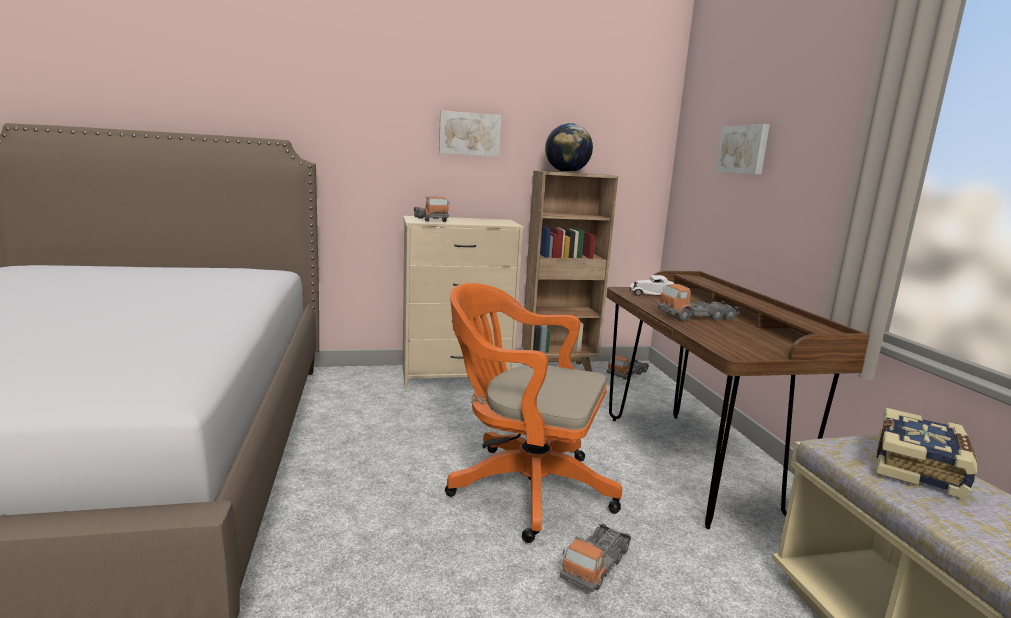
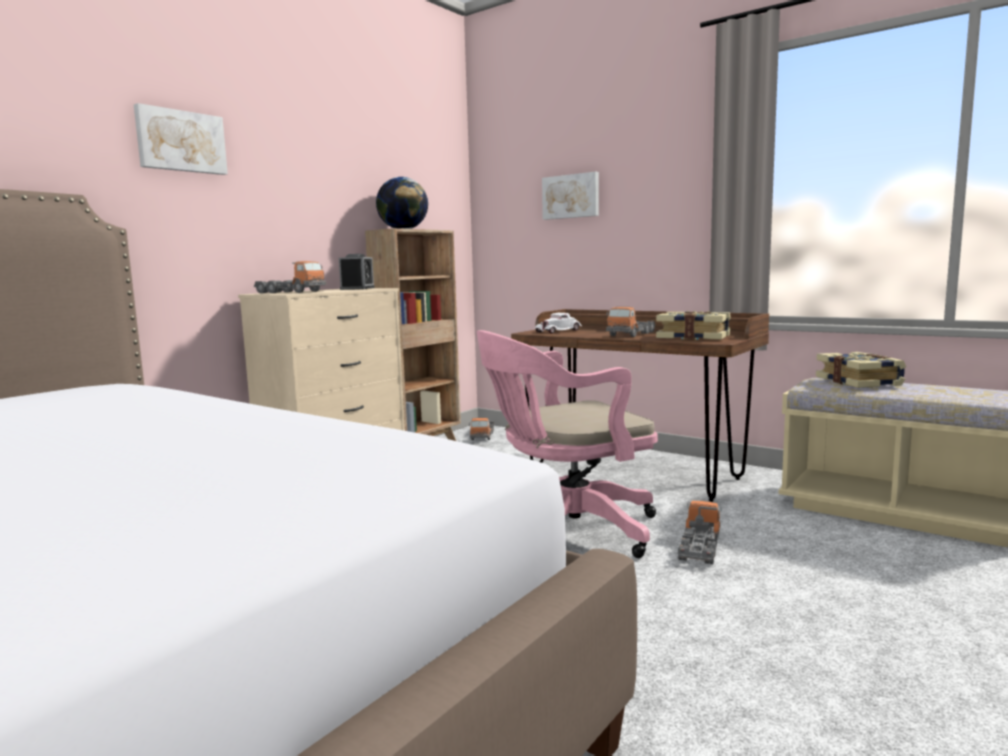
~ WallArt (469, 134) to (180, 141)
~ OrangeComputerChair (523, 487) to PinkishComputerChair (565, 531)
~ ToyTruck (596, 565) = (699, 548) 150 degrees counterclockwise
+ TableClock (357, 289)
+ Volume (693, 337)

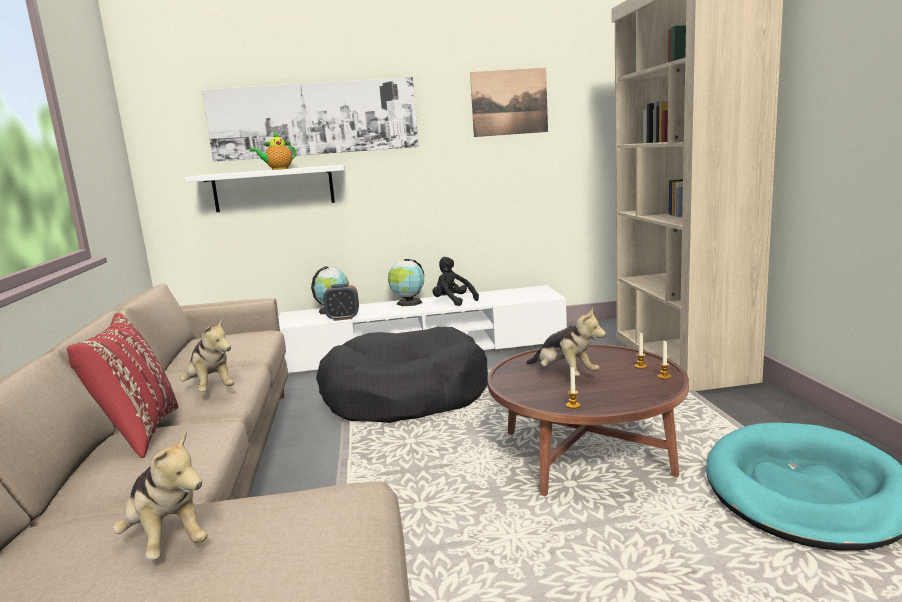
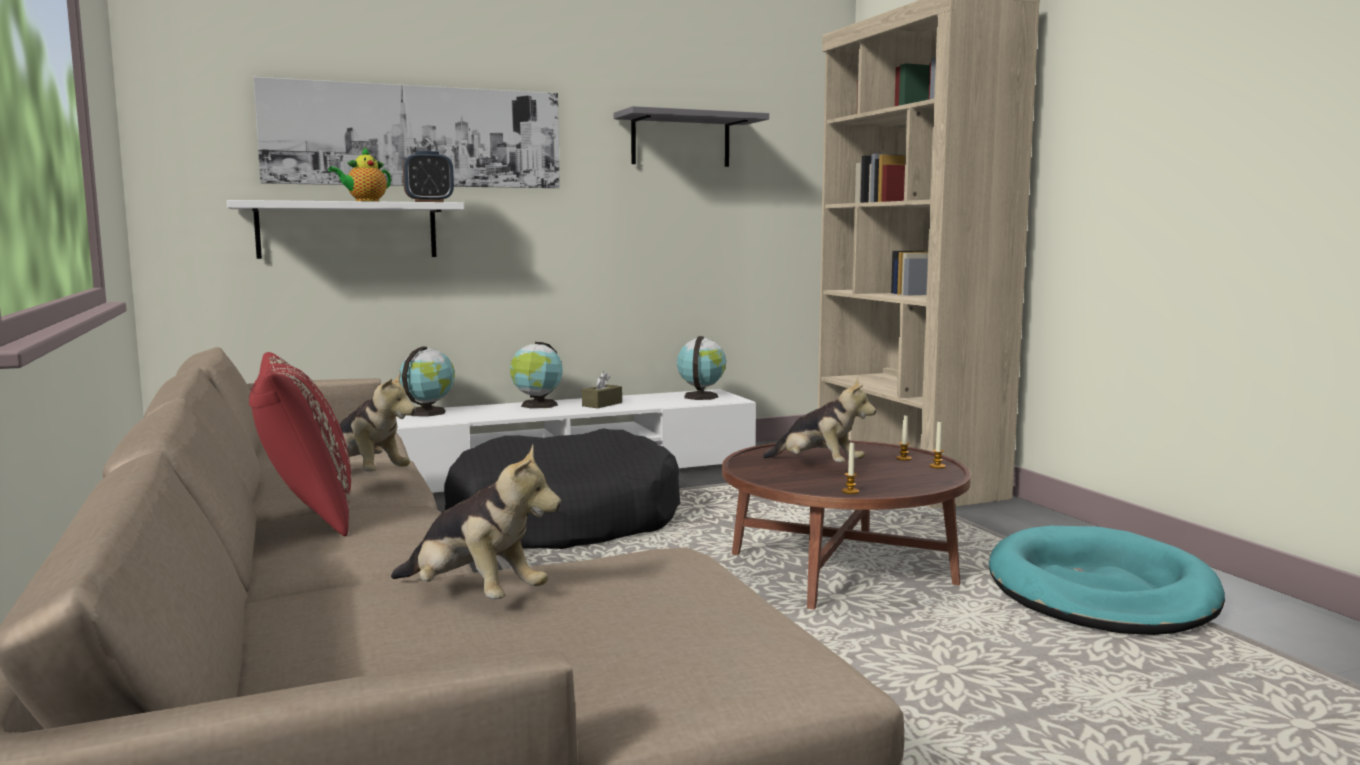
~ TableClock (343, 318) to (429, 202)
~ BlackColouredCuddlyToy (453, 302) to BrownColouredBoxOfTissues (602, 404)
~ WallArt (509, 102) to GreyShelf (680, 140)
+ WorldGlobe (701, 396)

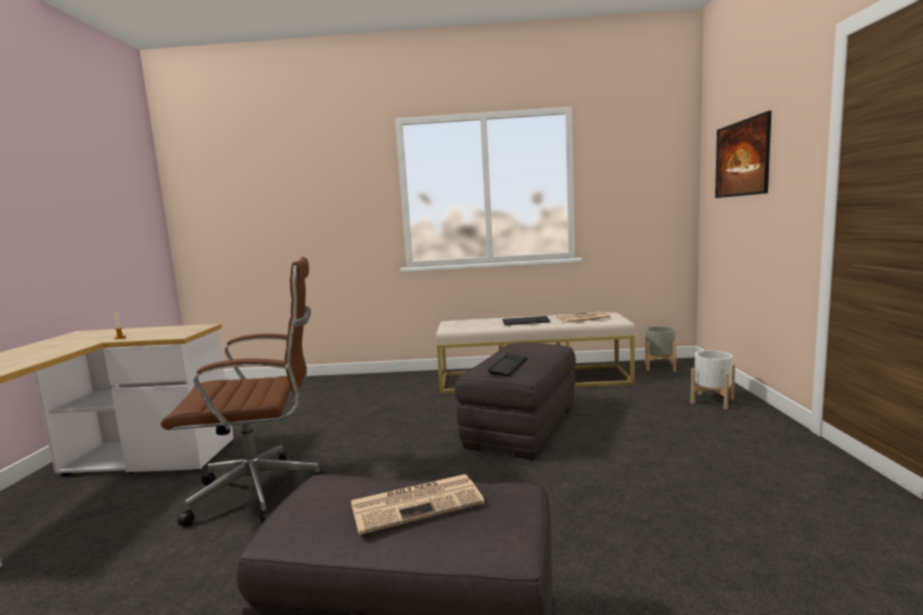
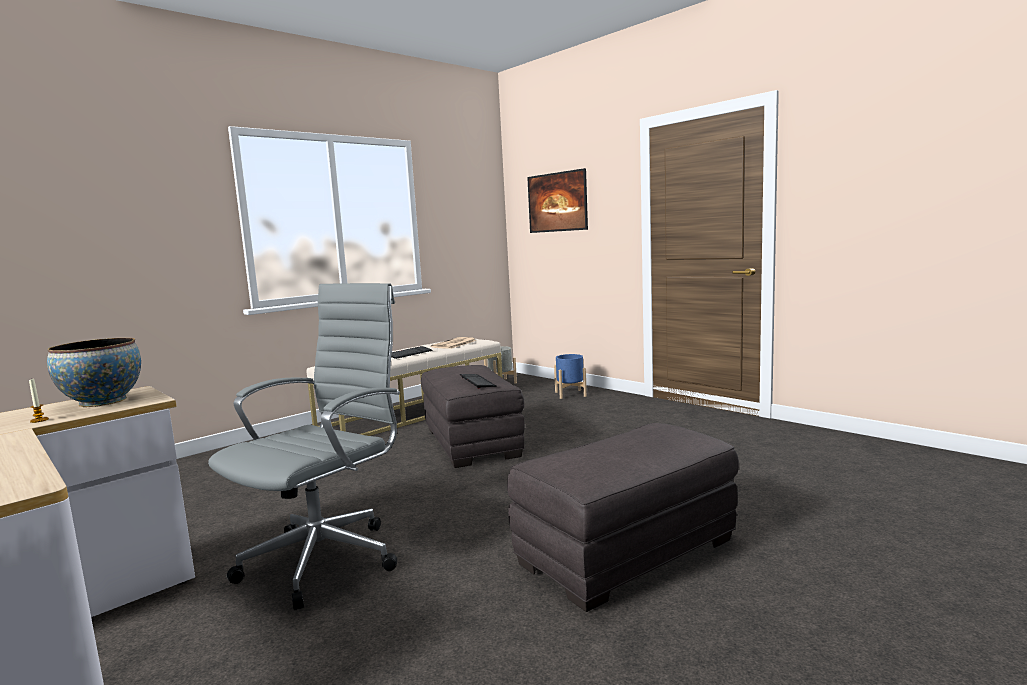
~ BrownColouredComputerChair (264, 492) to GreyComputerChair (327, 558)
- PrintedPaper (418, 503)
~ WhitePlantPot (712, 401) to BluePlantPot (570, 394)
+ Bowl (103, 401)

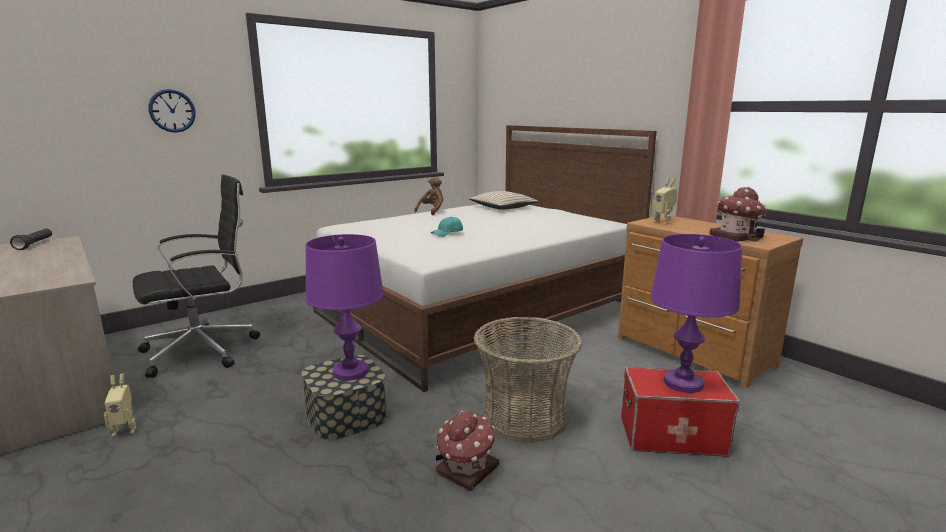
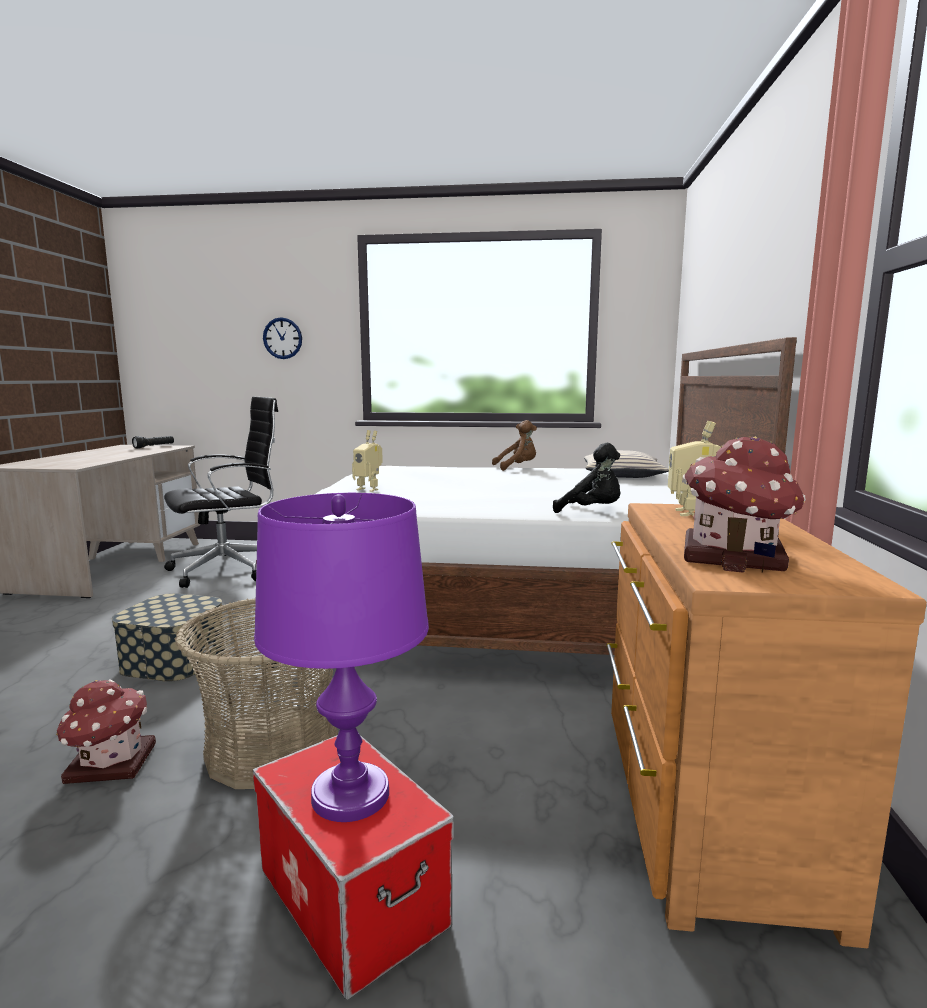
~ ToyRobot (125, 429) to (369, 489)
~ BlackColouredComputerChair (204, 350) = (229, 569) 45 degrees counterclockwise
- PurpleLampForATable (350, 372)
- TurquoiseBaseballCap (448, 233)
+ BlackColouredCuddlyToy (592, 512)

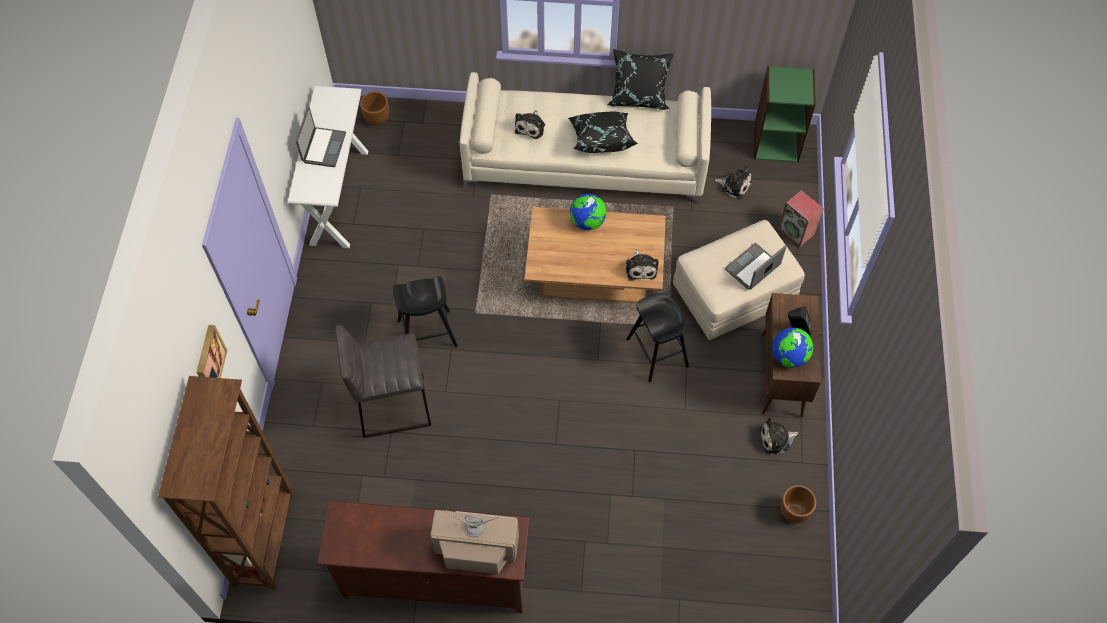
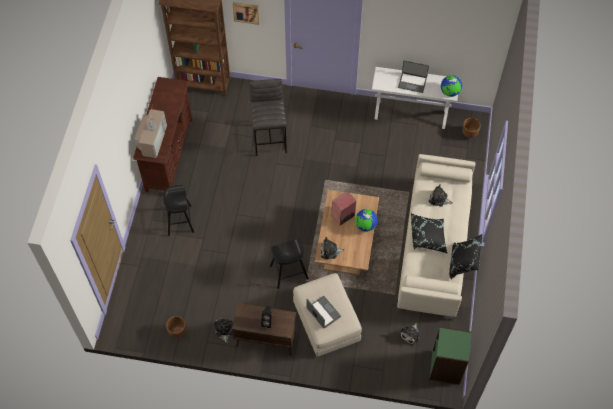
~ BlackColouredSittingStool (427, 333) to (179, 220)
~ WorldGlobe (789, 356) to (450, 92)
~ AudioSpeaker (797, 232) to (343, 216)

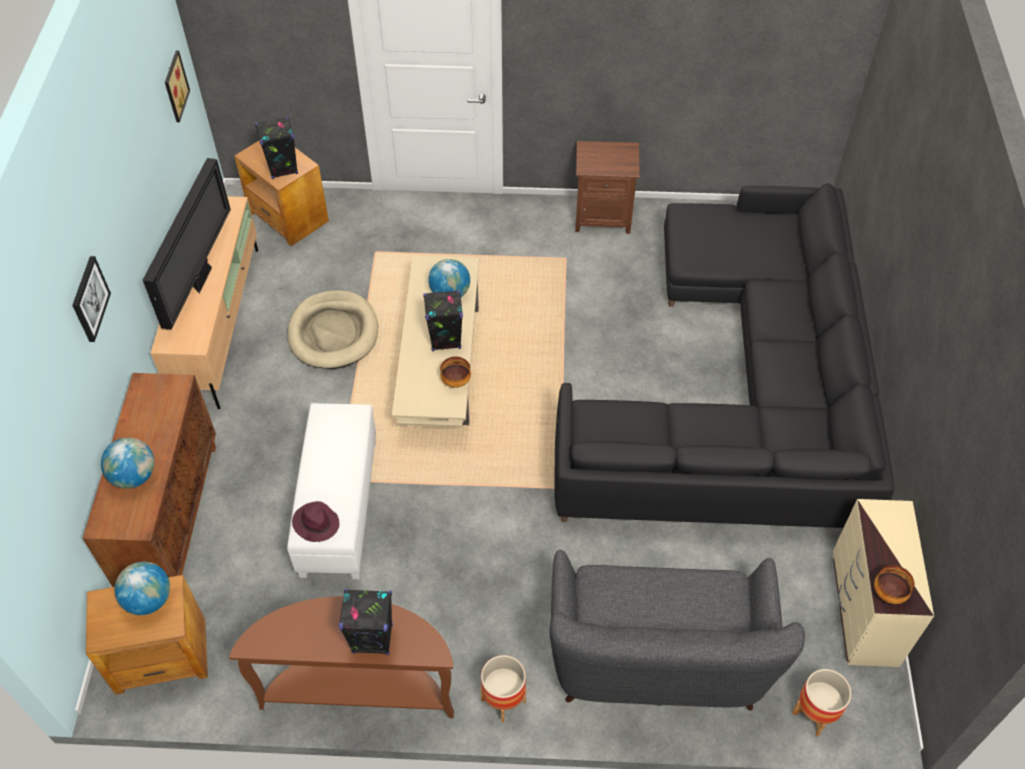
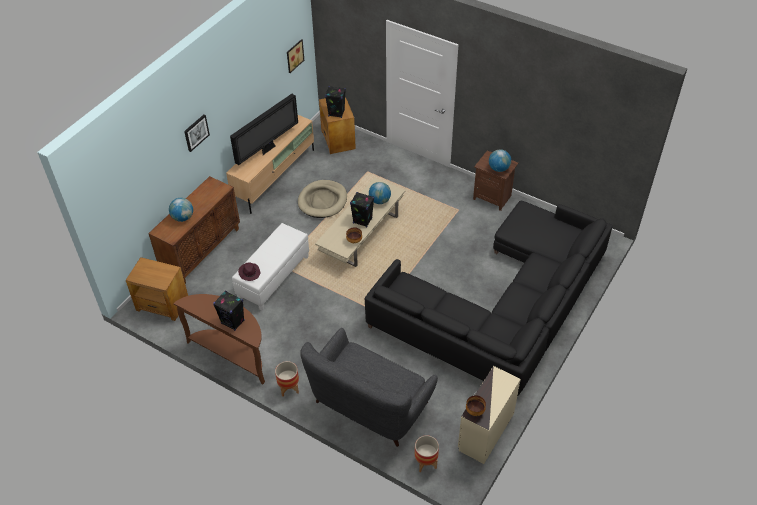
~ WorldGlobe (149, 599) to (499, 168)

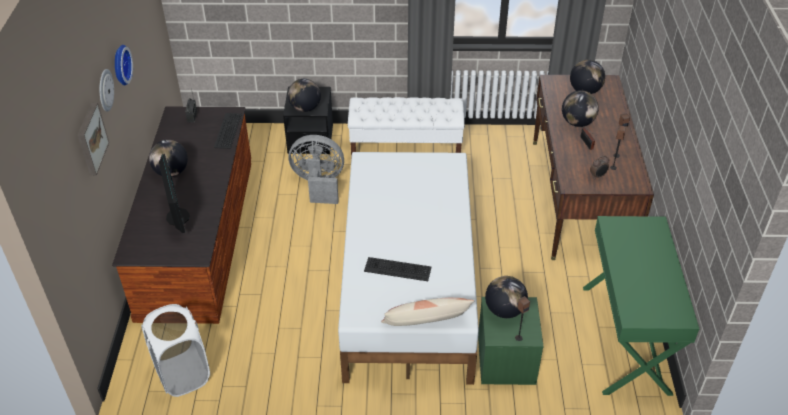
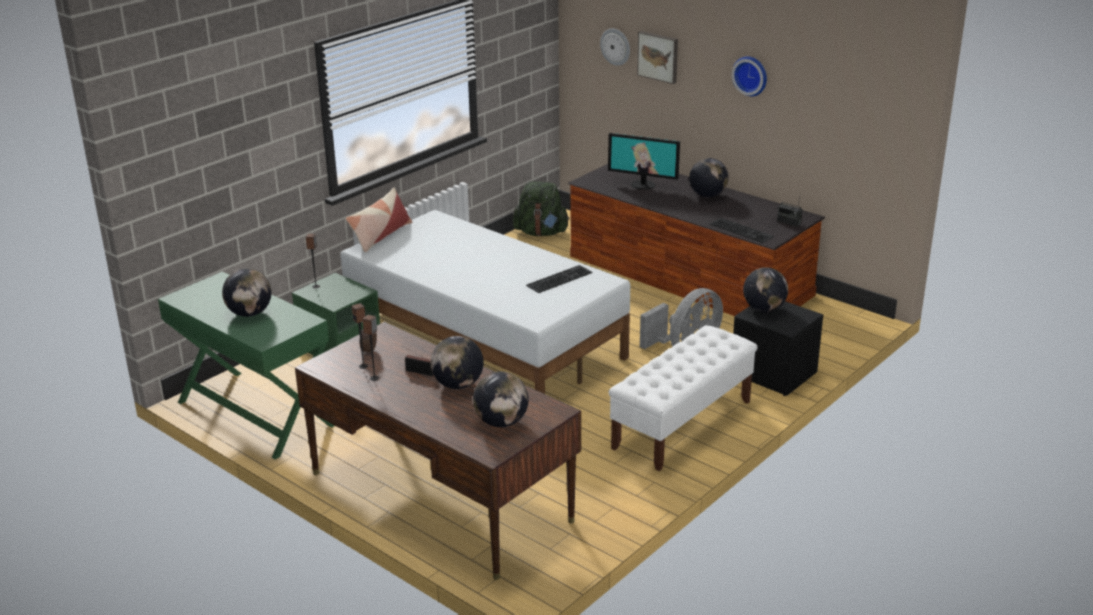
~ ClockOnTheWall (105, 90) to (615, 46)
~ WhiteHamper (182, 374) to GreenishRucksack (541, 233)
~ Keyboard (396, 270) to (559, 278)
~ WorldGlobe (504, 310) to (249, 313)

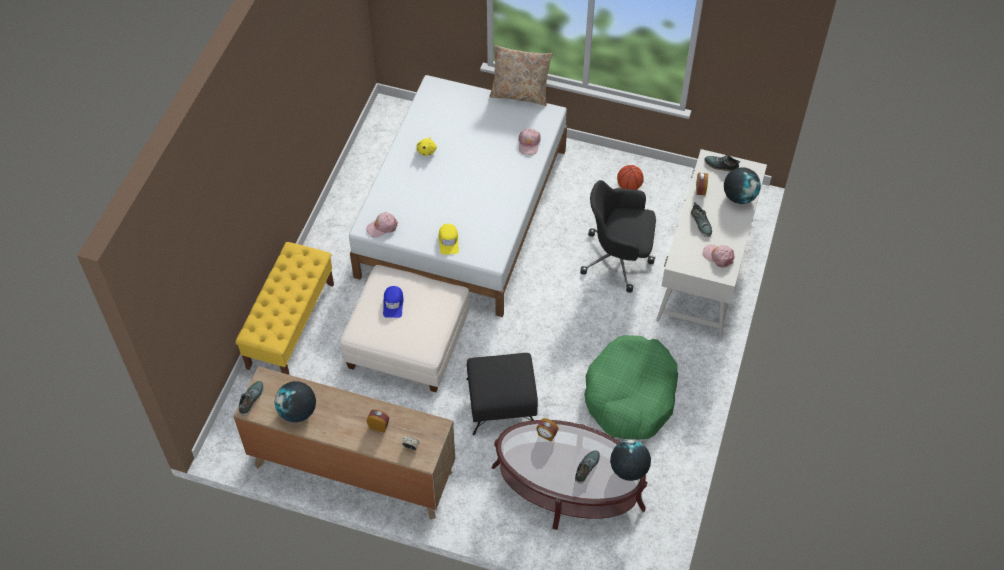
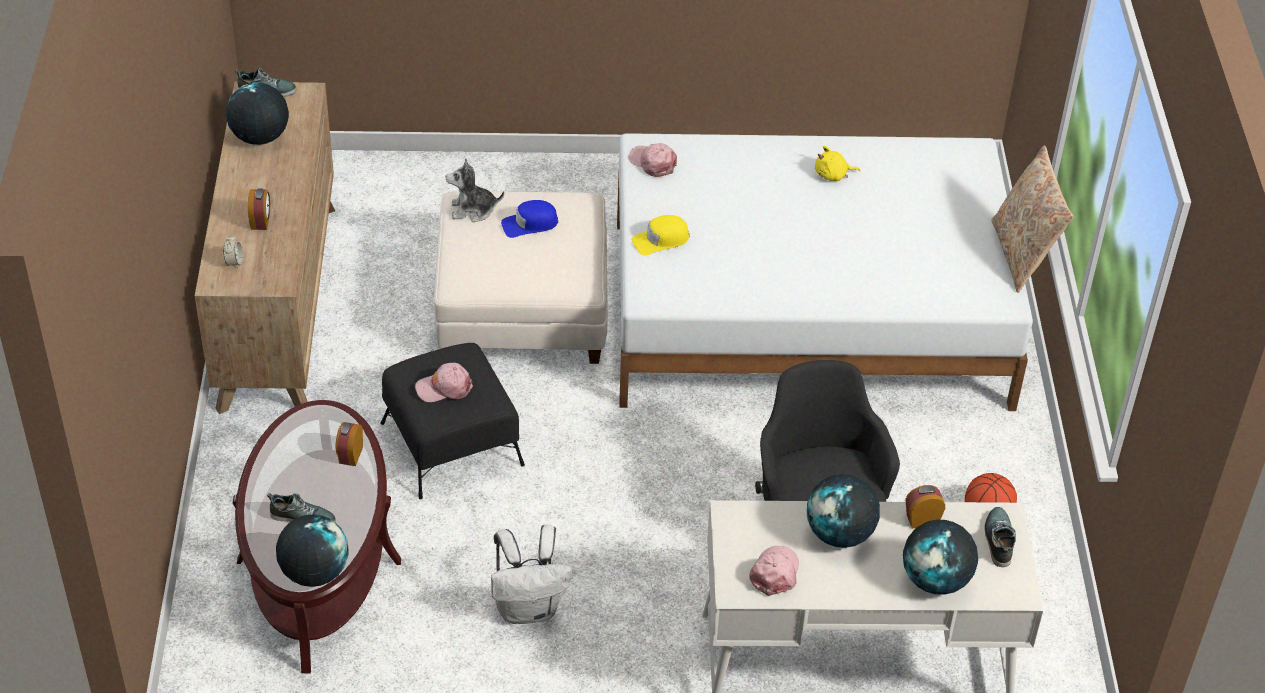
- YellowBench (291, 325)
~ PinkishBaseballCap (529, 144) to (444, 388)
~ GreenishPetBed (631, 395) to WhiteRucksack (529, 608)
~ ItemOfFootwear (701, 224) to WorldGlobe (840, 534)
+ CuddlyToy (473, 210)

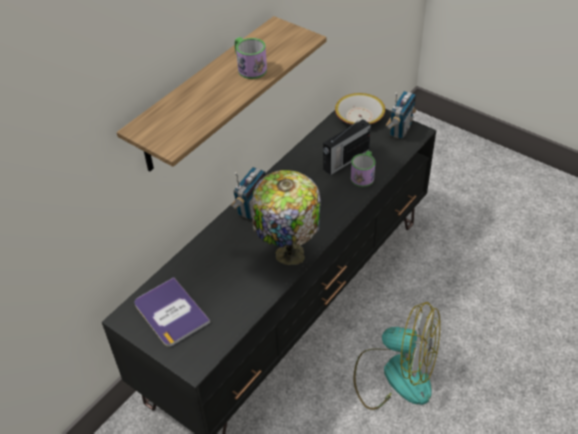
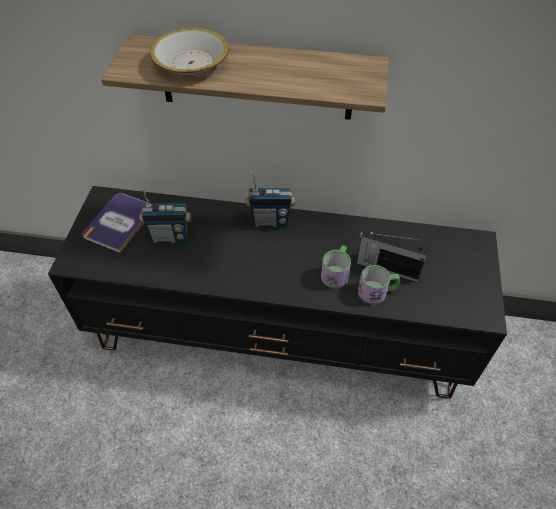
~ CoffeeMug (249, 67) to (336, 273)
- LampForATable (288, 255)
~ Bowl (360, 117) to (191, 64)
- CoolingFan (395, 375)
~ Radio (400, 130) to (170, 237)

